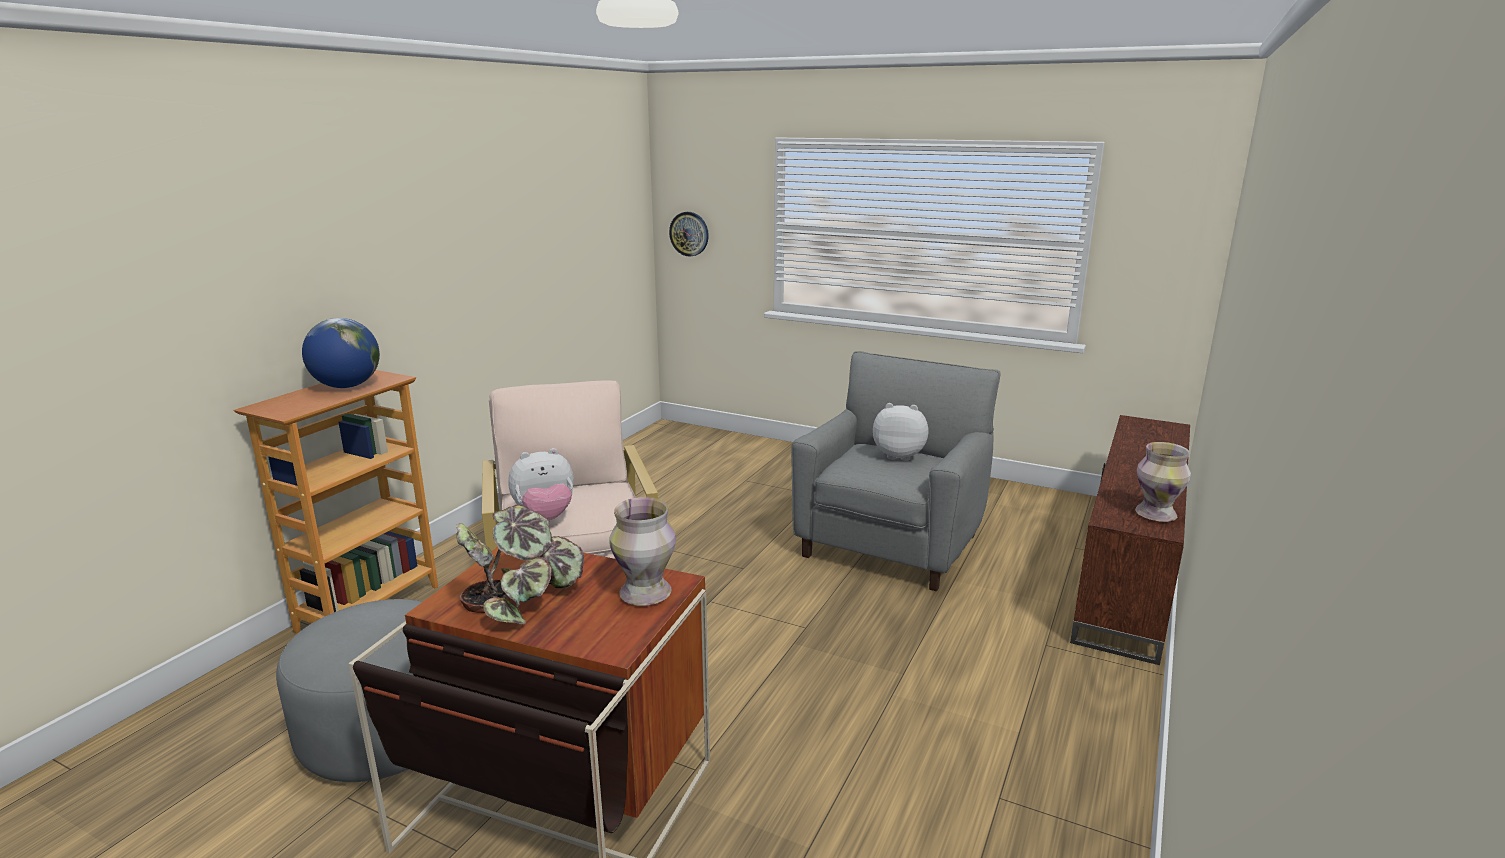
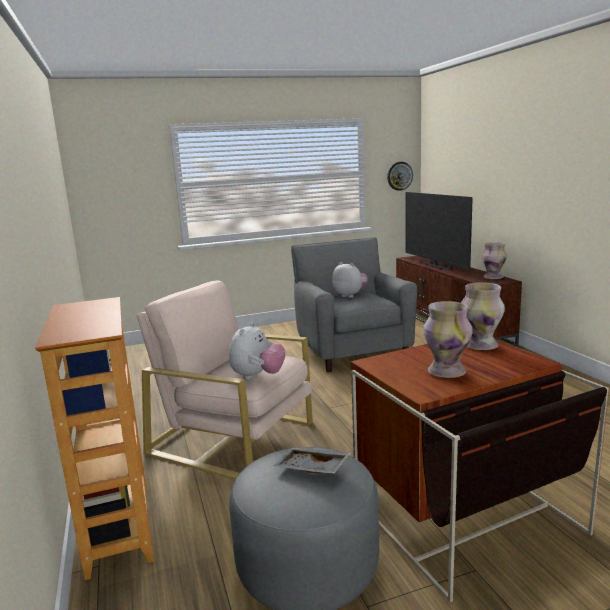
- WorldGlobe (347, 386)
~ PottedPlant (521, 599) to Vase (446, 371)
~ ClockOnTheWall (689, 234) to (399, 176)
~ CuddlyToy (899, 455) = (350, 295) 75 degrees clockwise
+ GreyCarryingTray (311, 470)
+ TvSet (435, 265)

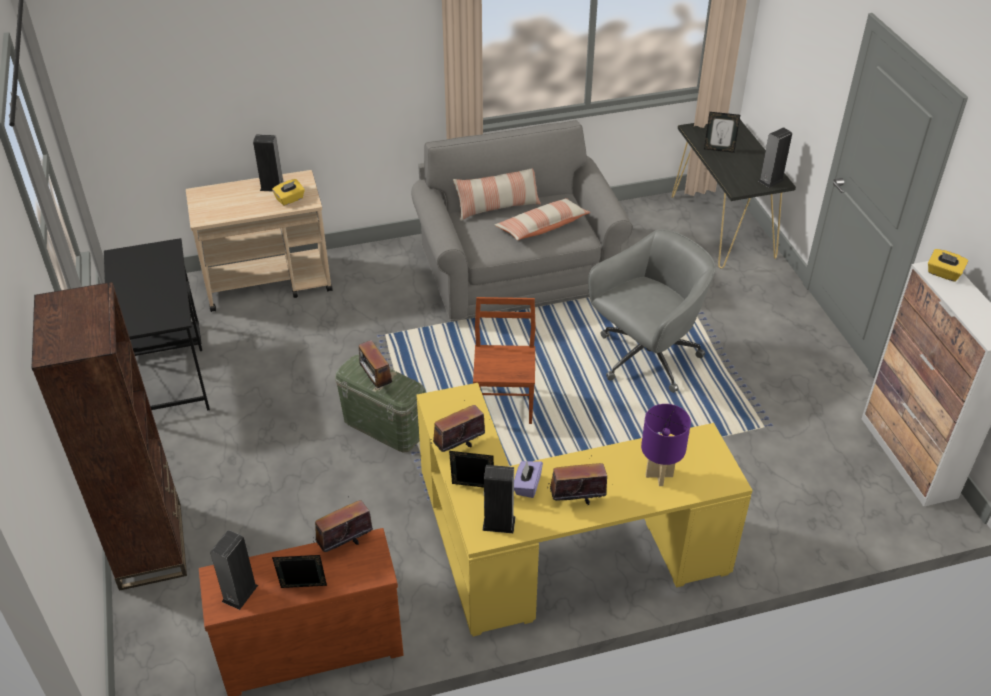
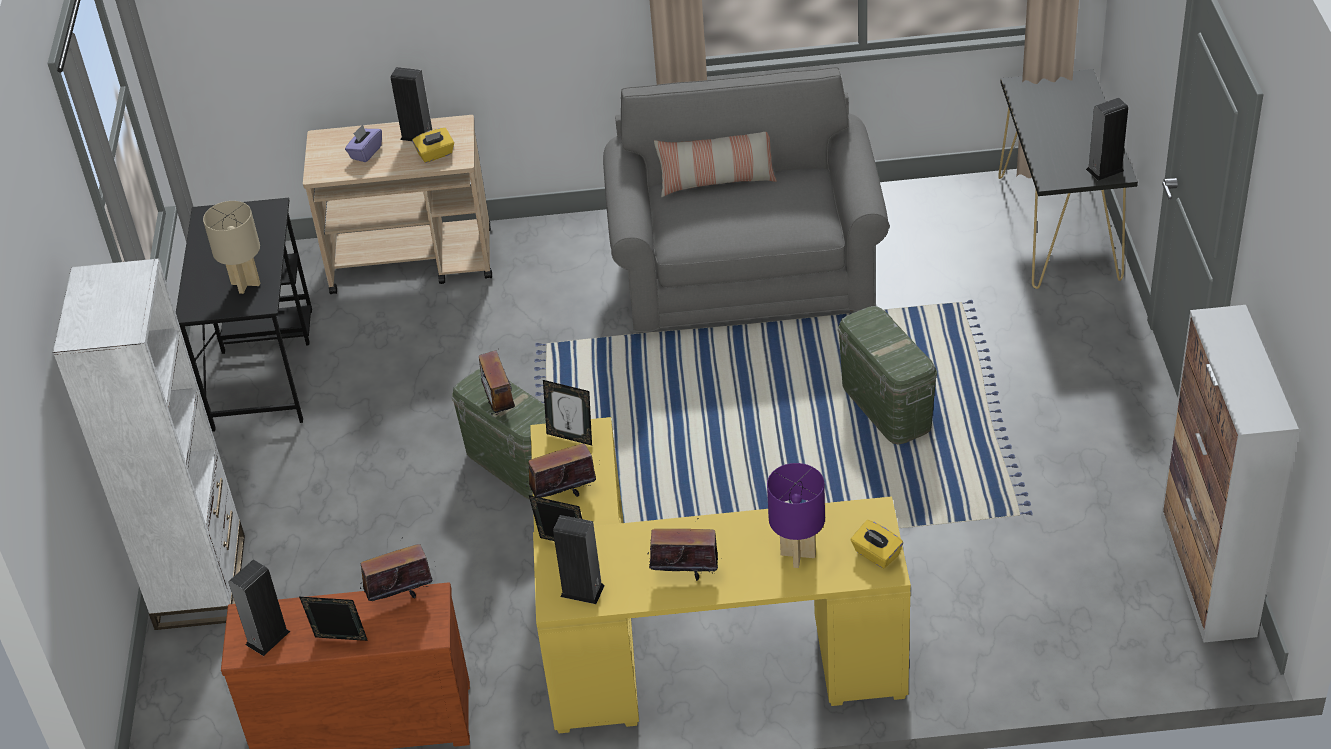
~ BrownColouredBookcase (151, 545) to WhiteBookcase (201, 582)
- BrownColouredPlainChair (505, 404)
- Pillow (542, 227)
~ PurpleBoxOfTissues (527, 486) to (365, 152)
~ GreyComputerChair (645, 358) to GreenishStorageBin (886, 406)
~ PictureFrame (719, 149) to (570, 437)
~ YellowBoxOfTissues (943, 273) to (876, 554)
+ BeigeLampForATable (245, 284)

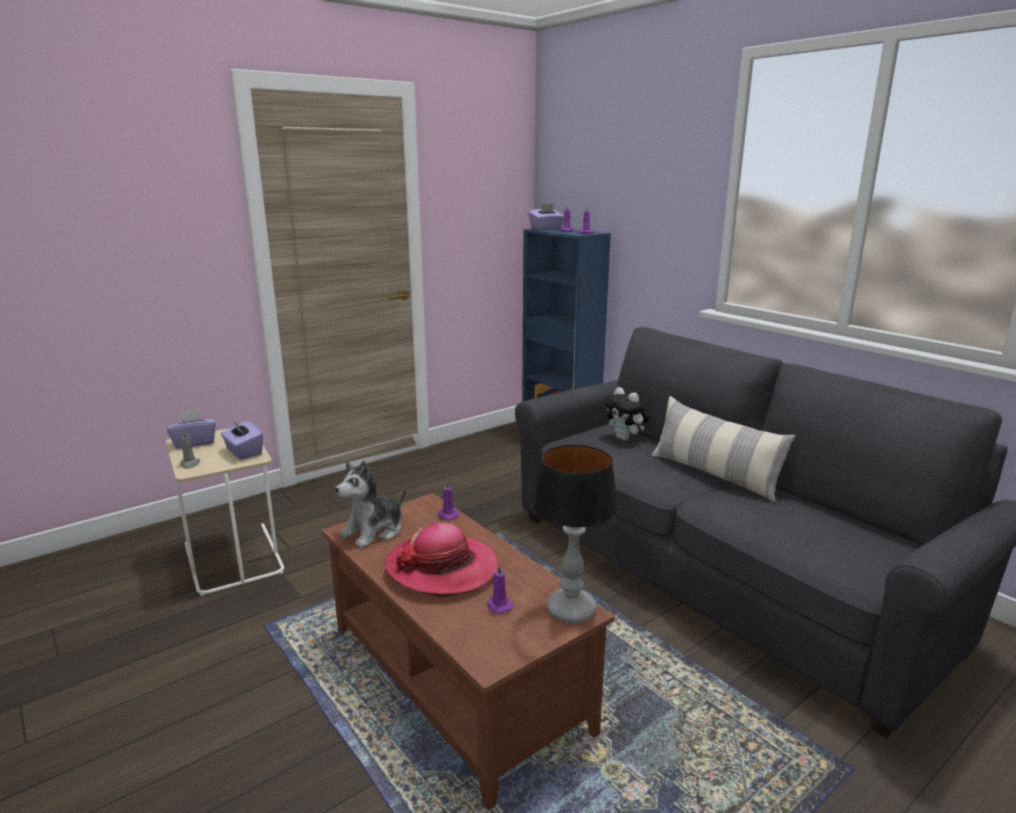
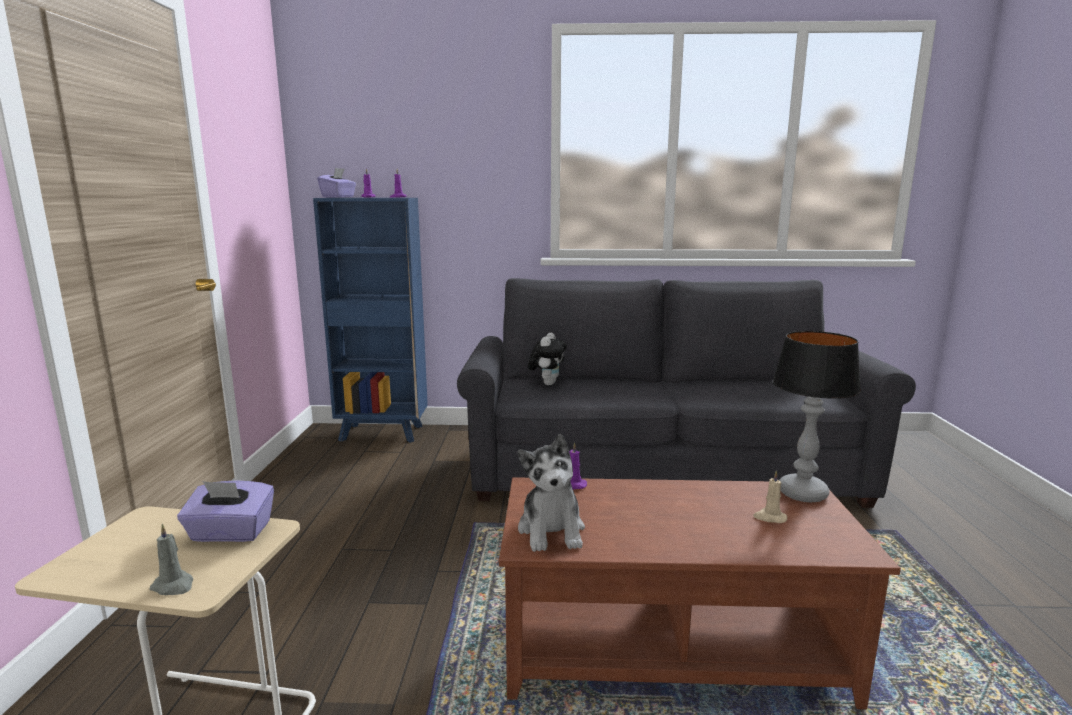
- PurpleBoxOfTissues (195, 442)
- WearableHat (442, 568)
~ PurpleCandle (498, 605) to BeigeCandle (769, 517)
~ CuddlyToy (625, 438) = (547, 383) 75 degrees counterclockwise
- Pillow (714, 475)

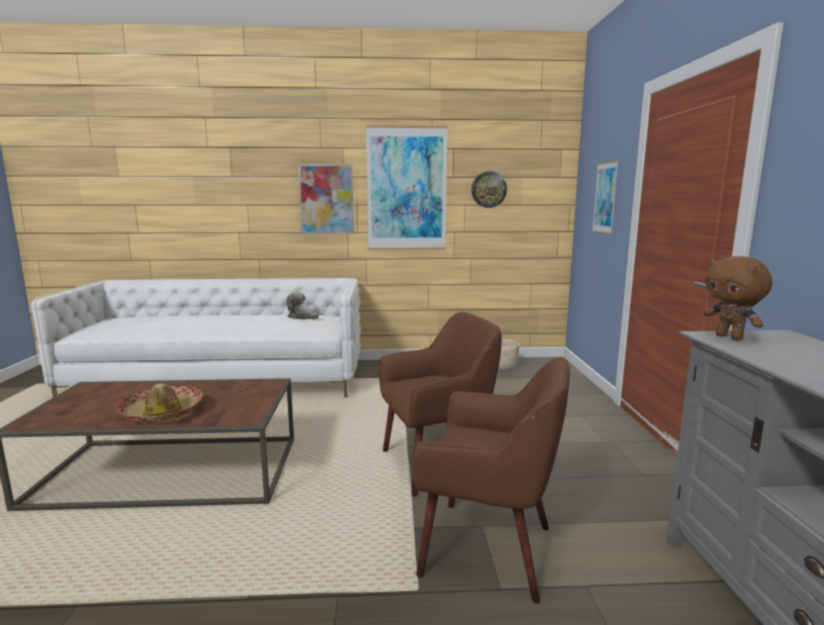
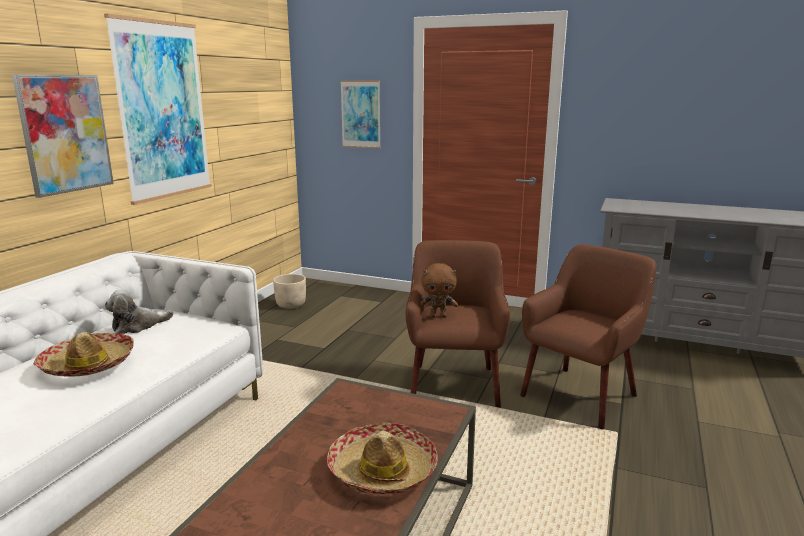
- ClockOnTheWall (489, 189)
~ BrownColouredCuddlyToy (730, 337) to (438, 316)
+ WearableHat (88, 364)

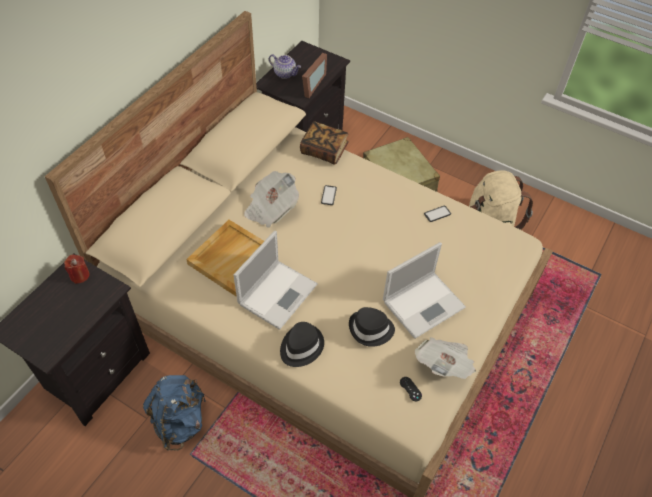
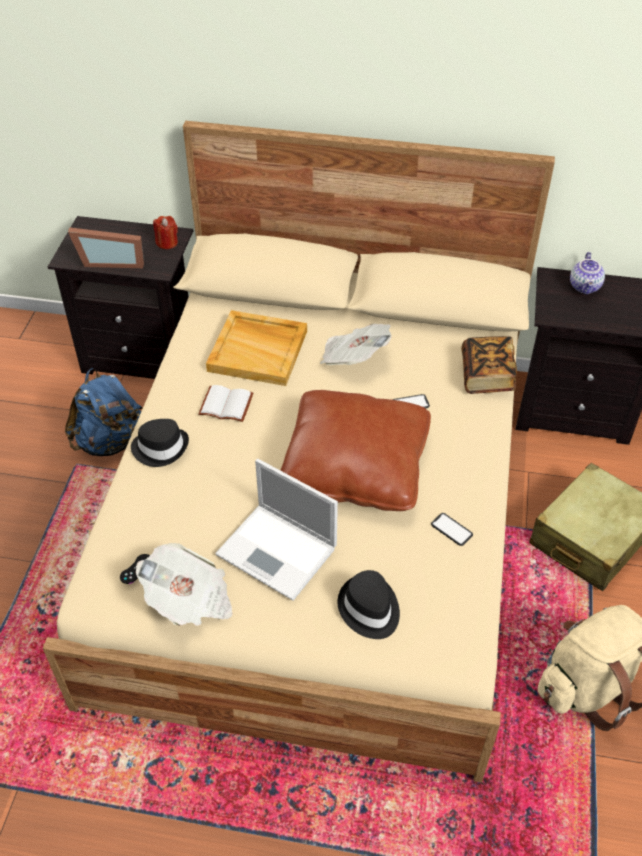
~ NotebookComputer (278, 293) to WhiteVolume (227, 404)
~ PictureFrame (310, 85) to (112, 261)
~ BlackColouredWearableHat (371, 329) to (369, 609)
+ BrownColouredPillow (355, 466)

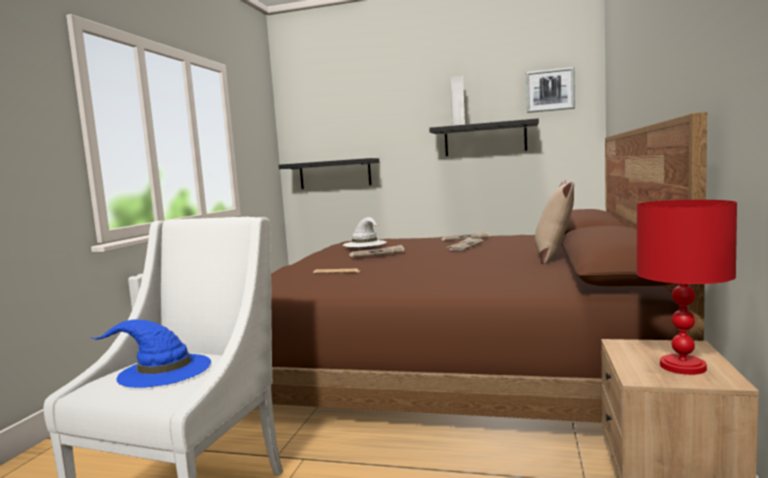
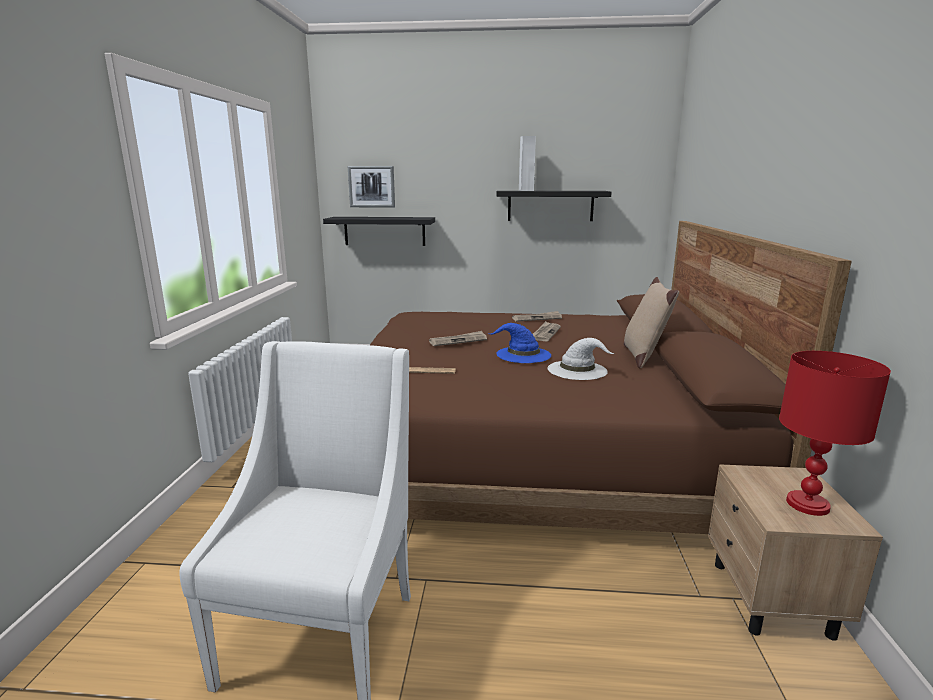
~ BlueWearableHat (163, 370) to (522, 354)
~ WhiteWearableHat (365, 244) to (578, 370)
~ WallArt (550, 90) to (371, 186)

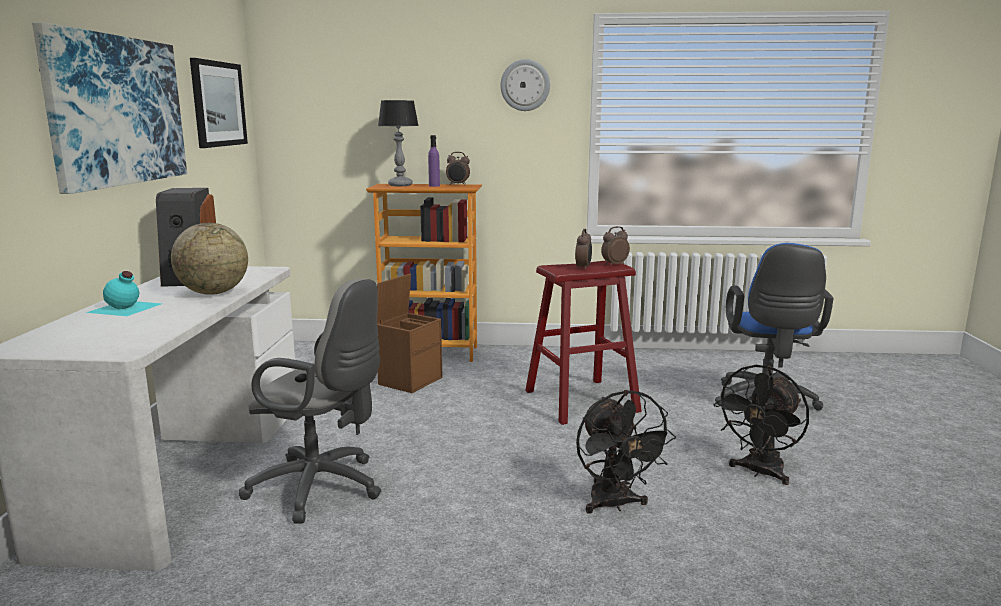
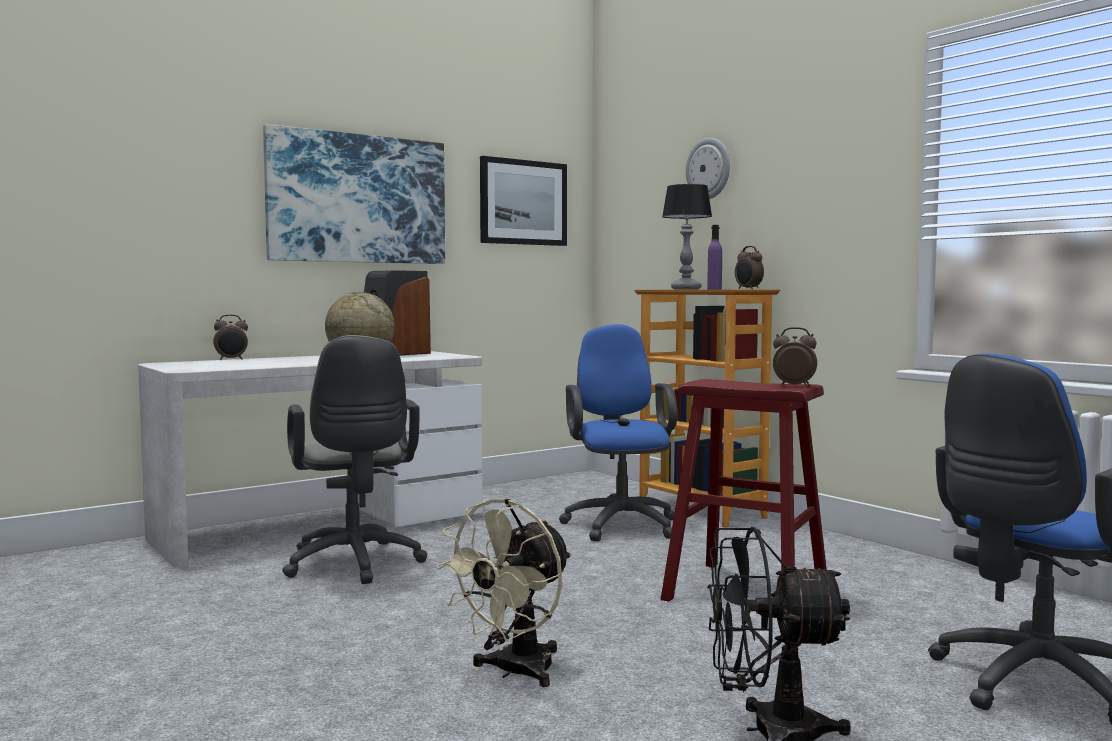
- TurquoiseBeverageBottle (125, 308)
~ BrownColouredStorageBin (410, 380) to BlueComputerChair (620, 524)
~ ClockOnTheWall (525, 85) to (709, 168)
~ TableClock (583, 268) to (231, 359)
~ BlackColouredCoolingFan (614, 505) to BeigeCoolingFan (514, 672)

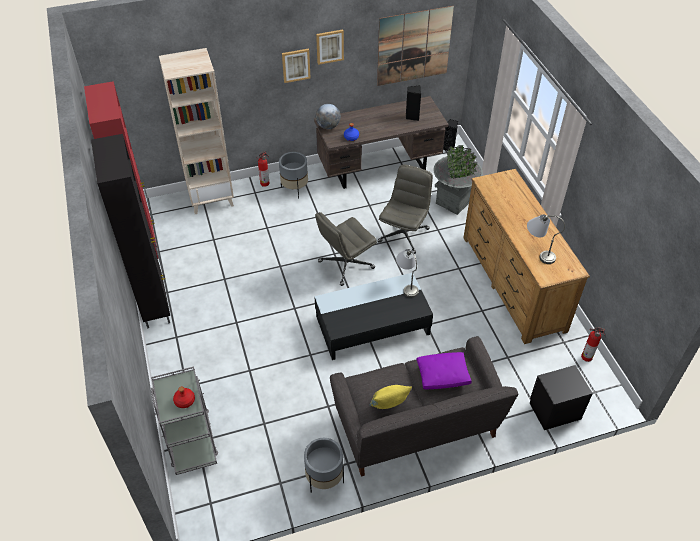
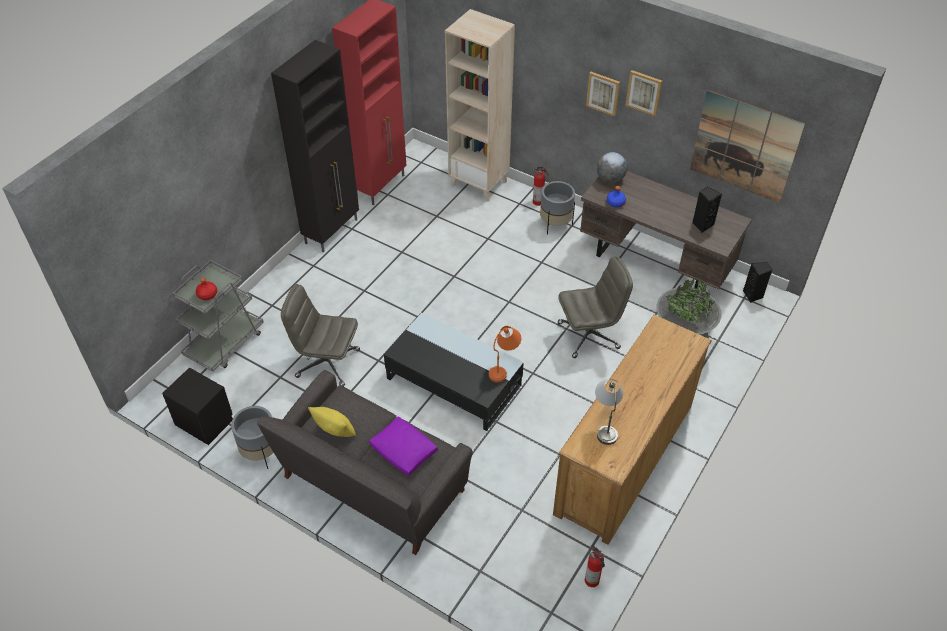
~ GreyComputerChair (345, 265) to (327, 363)
~ GreyLampForATable (407, 284) to OrangeLampForATable (504, 367)
~ BlackColouredBedsideTable (554, 410) to (205, 421)

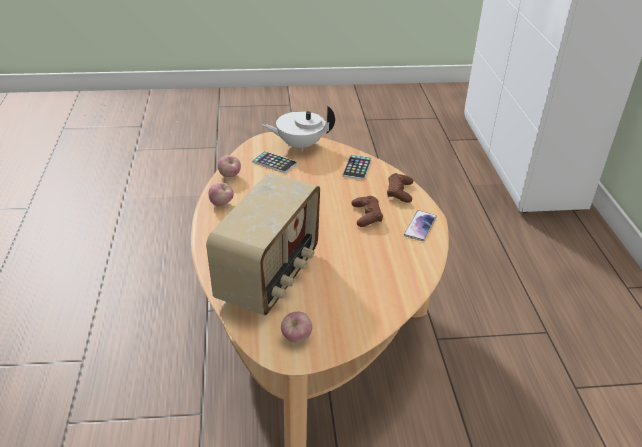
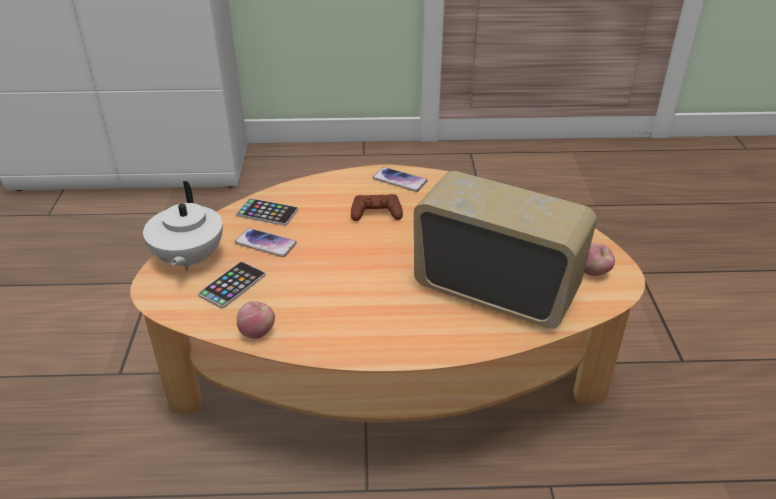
- Apple (221, 203)
- BrownColouredGamepad (399, 192)
+ Telephone (265, 243)

